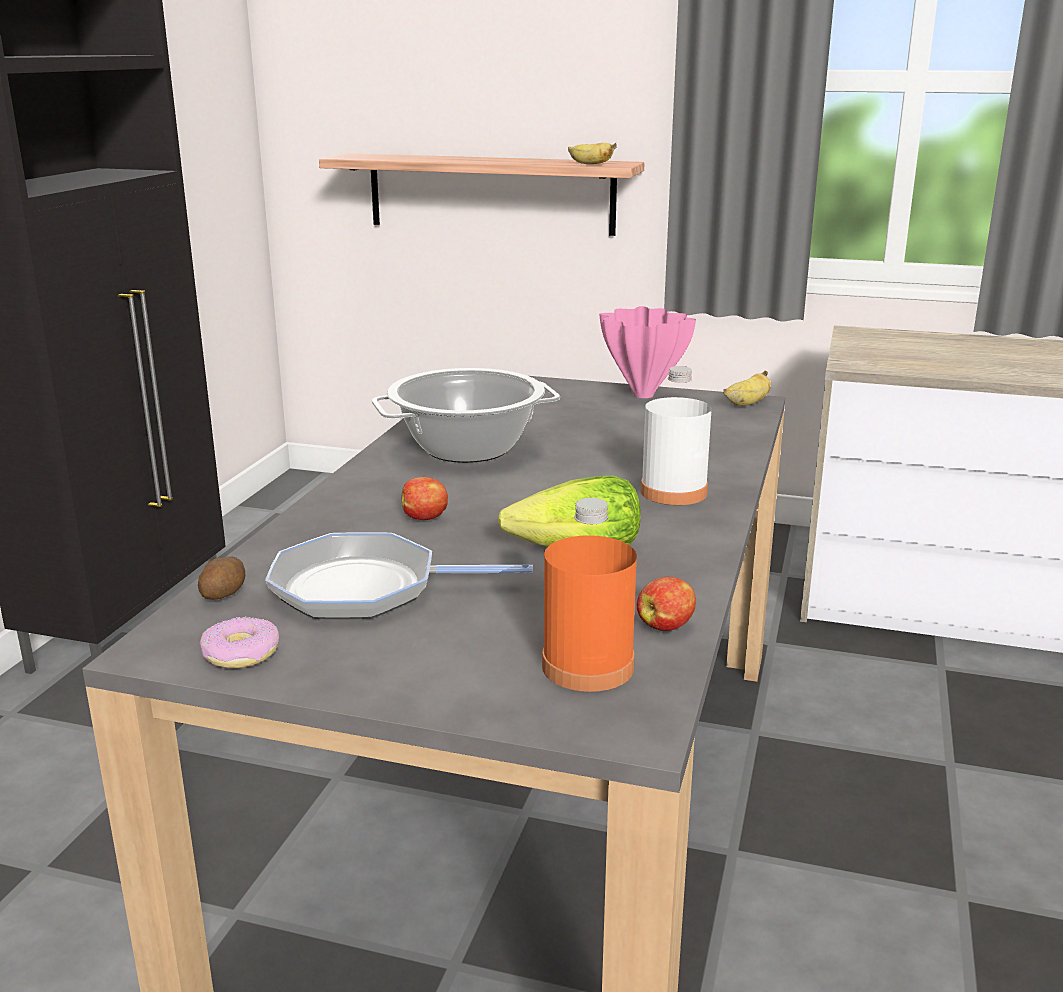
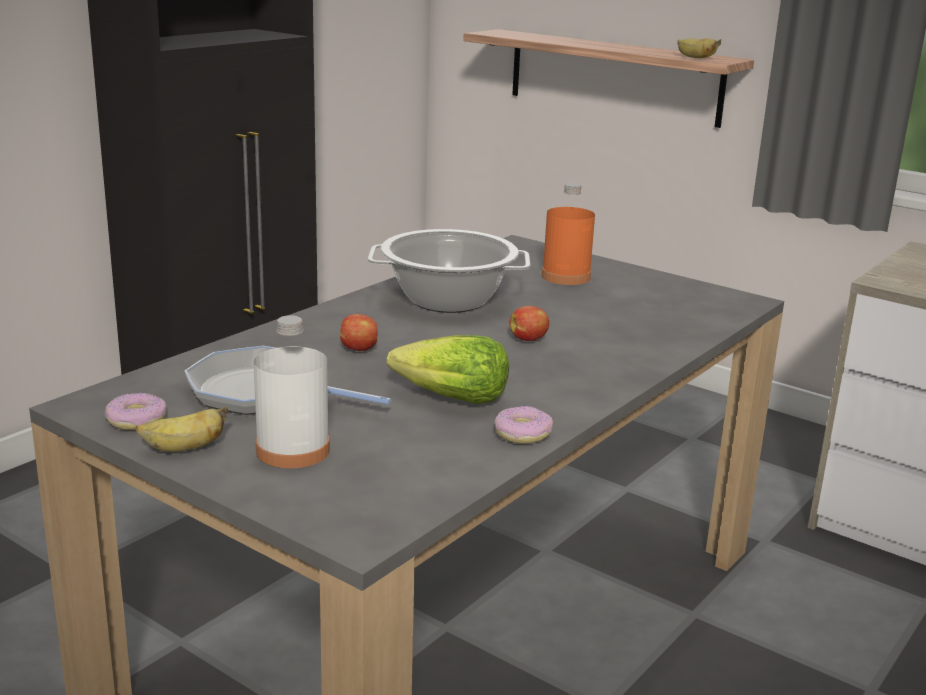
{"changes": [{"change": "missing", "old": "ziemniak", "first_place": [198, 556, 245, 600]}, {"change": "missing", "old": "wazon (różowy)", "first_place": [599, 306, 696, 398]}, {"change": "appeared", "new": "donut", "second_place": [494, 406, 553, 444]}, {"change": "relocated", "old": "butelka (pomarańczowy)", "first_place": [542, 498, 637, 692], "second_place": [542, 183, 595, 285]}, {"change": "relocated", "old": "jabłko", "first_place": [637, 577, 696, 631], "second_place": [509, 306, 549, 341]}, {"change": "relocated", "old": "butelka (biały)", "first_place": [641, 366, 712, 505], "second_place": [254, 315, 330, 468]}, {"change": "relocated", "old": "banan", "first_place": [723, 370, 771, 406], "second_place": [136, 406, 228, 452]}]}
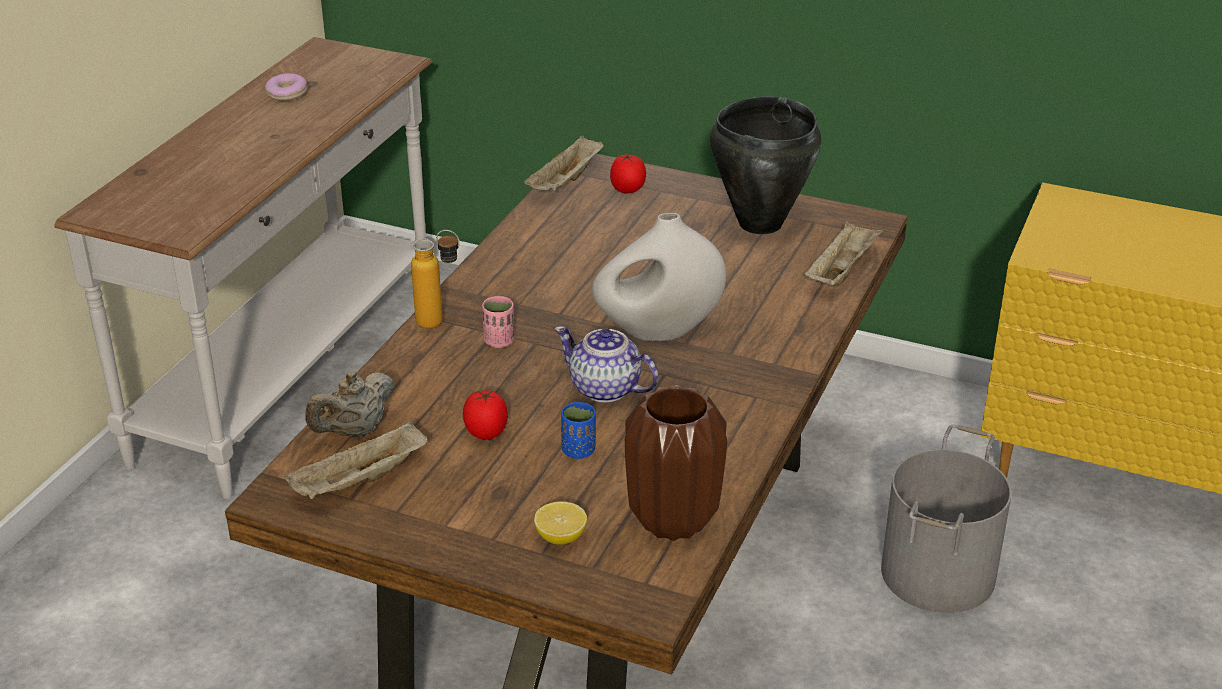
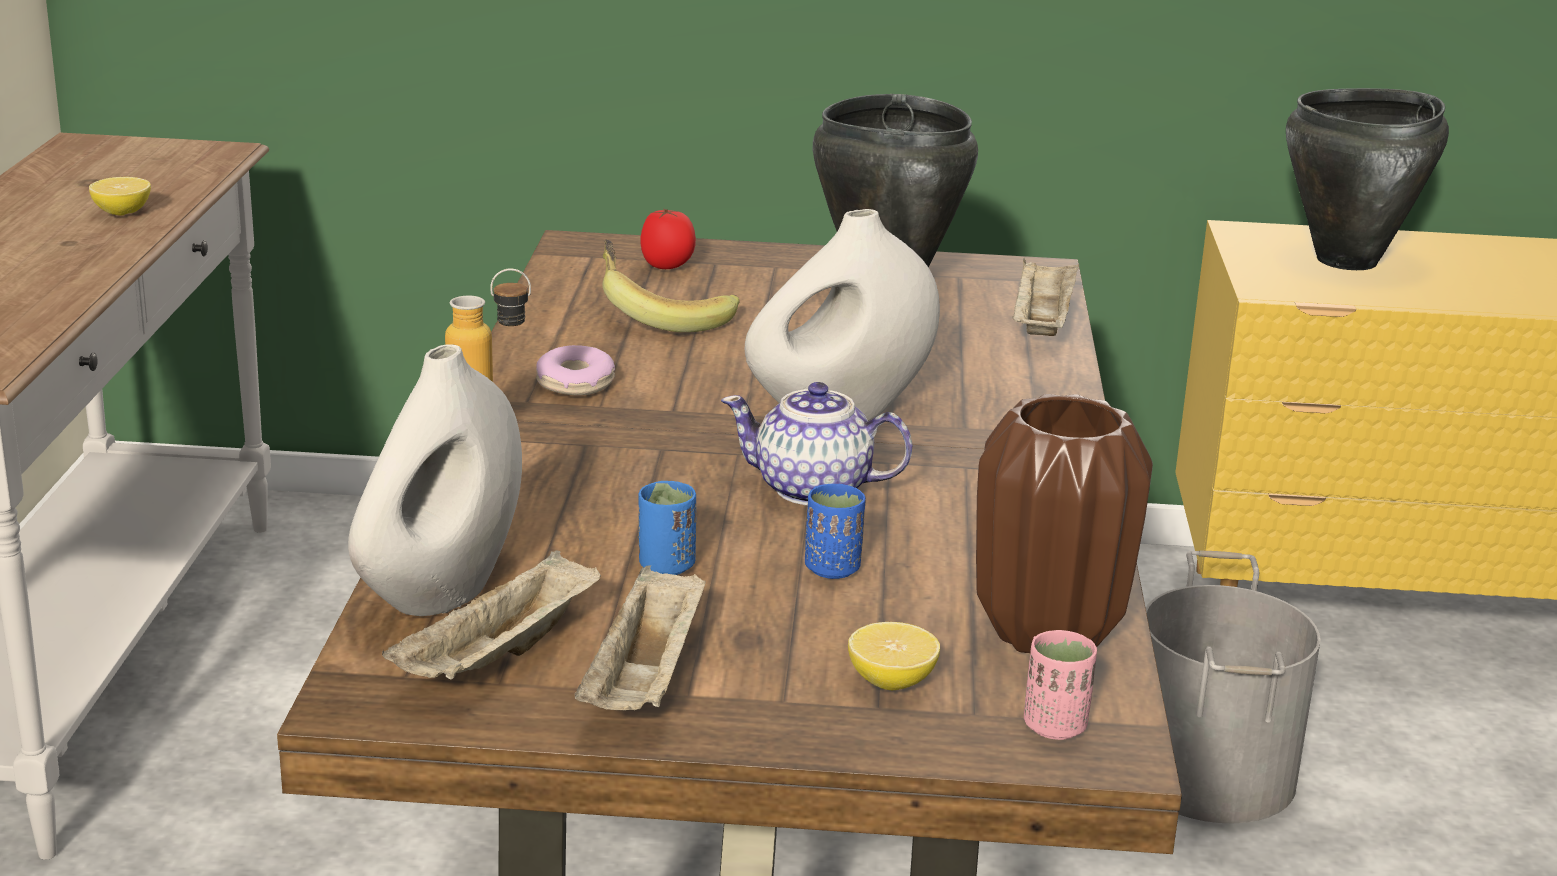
{"changes": [{"change": "appeared", "new": "cytryna", "second_place": [89, 177, 151, 216]}, {"change": "appeared", "new": "banan", "second_place": [602, 240, 740, 332]}, {"change": "appeared", "new": "garnek (czarny)", "second_place": [1286, 88, 1449, 270]}, {"change": "relocated", "old": "donut", "first_place": [265, 73, 307, 101], "second_place": [536, 345, 615, 396]}, {"change": "relocated", "old": "filiżanka (różowy)", "first_place": [482, 296, 514, 348], "second_place": [1024, 630, 1097, 740]}, {"change": "relocated", "old": "taca (beżowy)", "first_place": [524, 136, 604, 190], "second_place": [575, 566, 706, 710]}, {"change": "exchanged", "old": "imbryk (beżowy)", "new": "wazon (biały)", "first_place": [305, 372, 394, 437], "second_place": [348, 344, 522, 616]}, {"change": "exchanged", "old": "pomidor", "new": "filiżanka (niebieski)", "first_place": [463, 390, 508, 440], "second_place": [638, 481, 696, 575]}]}
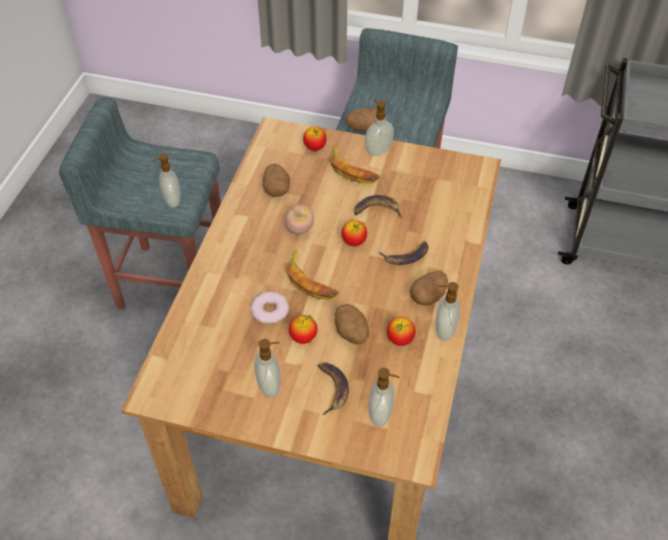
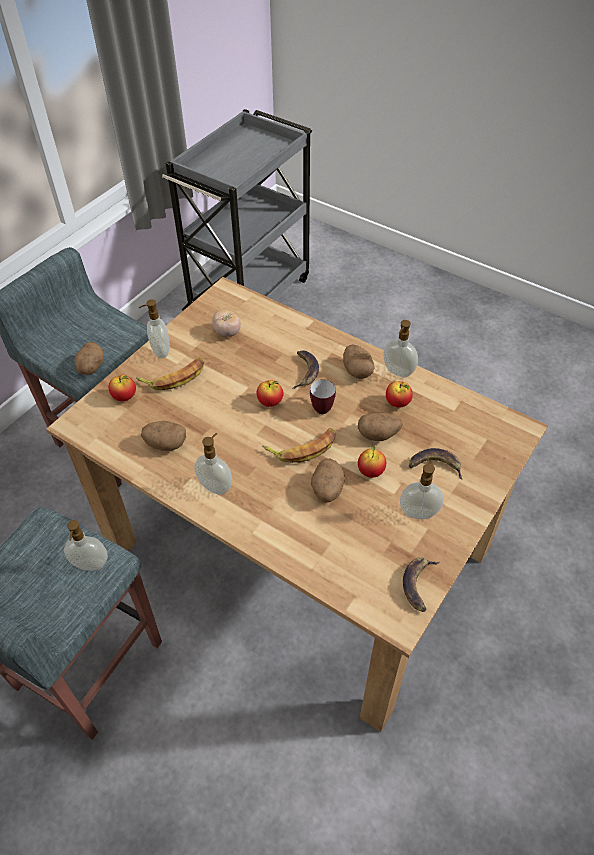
{"changes": [{"change": "appeared", "new": "kubek", "second_place": [310, 379, 336, 414]}, {"change": "relocated", "old": "pomidor", "first_place": [285, 205, 314, 234], "second_place": [212, 310, 241, 337]}, {"change": "relocated", "old": "banan", "first_place": [354, 195, 402, 218], "second_place": [403, 557, 440, 612]}, {"change": "relocated", "old": "dozownik mydła", "first_place": [369, 368, 400, 427], "second_place": [194, 433, 232, 495]}, {"change": "exchanged", "old": "donut", "new": "ziemniak", "first_place": [250, 291, 289, 324], "second_place": [311, 459, 345, 502]}]}
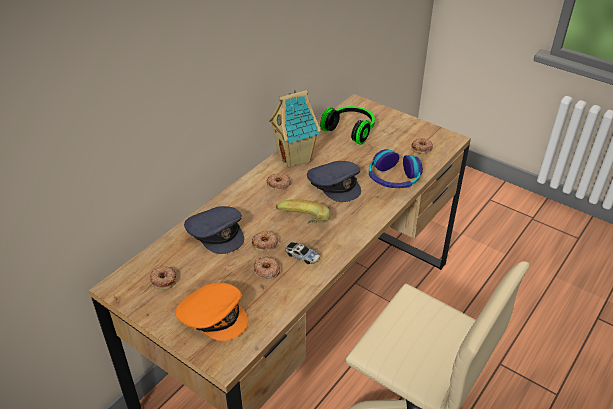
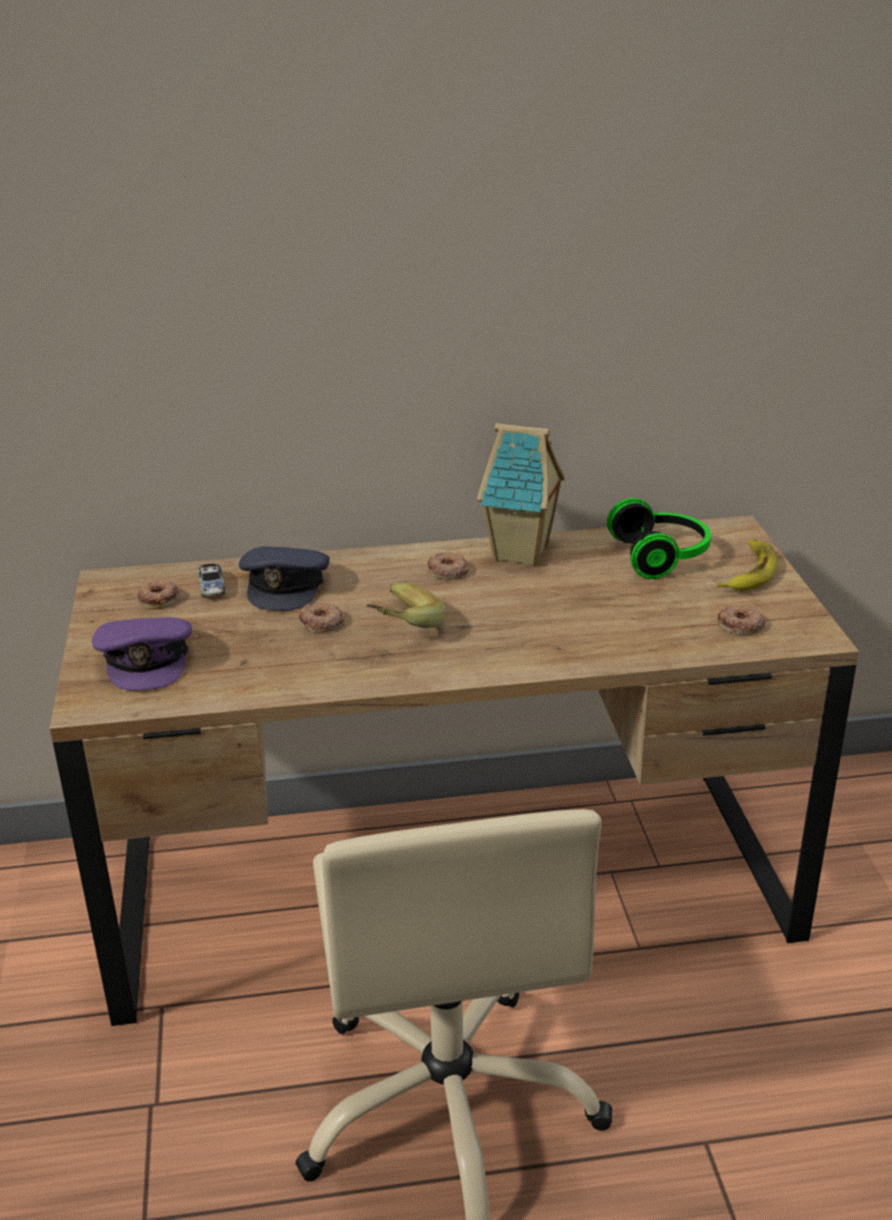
{"changes": [{"change": "missing", "old": "donut", "first_place": [253, 256, 280, 279]}, {"change": "missing", "old": "czapka z daszkiem (szary)", "first_place": [307, 161, 361, 202]}, {"change": "missing", "old": "słuchawki", "first_place": [369, 149, 423, 188]}, {"change": "appeared", "new": "banan", "second_place": [718, 540, 777, 591]}, {"change": "relocated", "old": "samochodzik", "first_place": [285, 242, 320, 264], "second_place": [197, 564, 225, 597]}, {"change": "colour", "old": "czapka z daszkiem (pomarańczowy)", "new": "czapka z daszkiem (fioletowy)", "first_place": [176, 282, 248, 341], "second_place": [92, 617, 192, 690]}]}
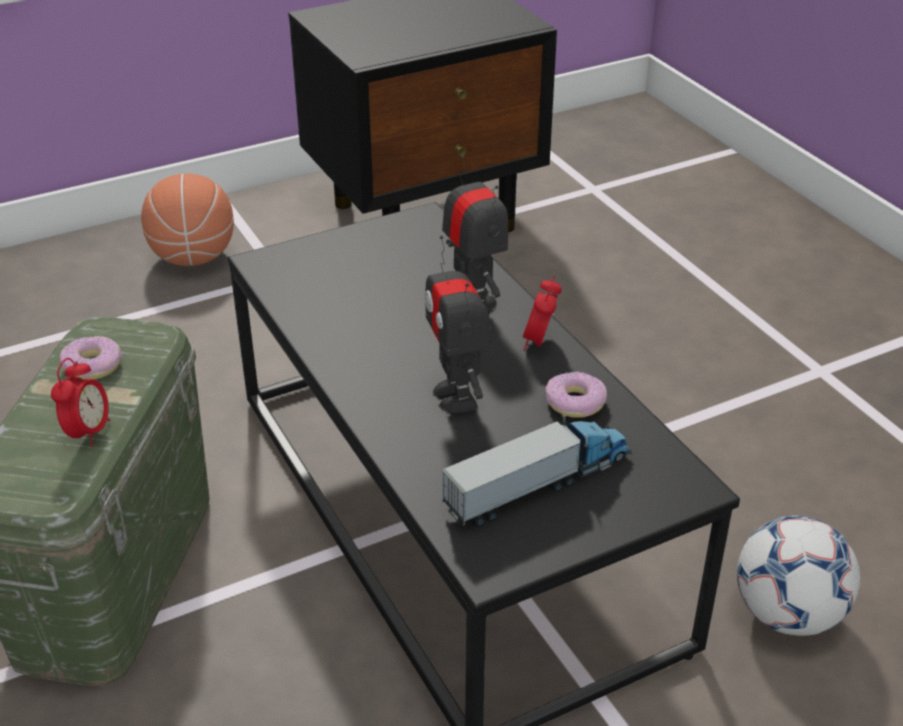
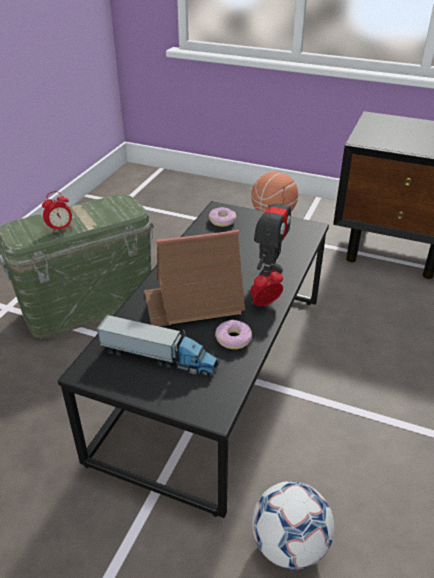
{"changes": [{"change": "relocated", "old": "donut", "first_place": [59, 336, 122, 380], "second_place": [209, 207, 236, 227]}, {"change": "exchanged", "old": "robot zabawkowy", "new": "domek", "first_place": [425, 236, 492, 413], "second_place": [144, 230, 245, 327]}]}
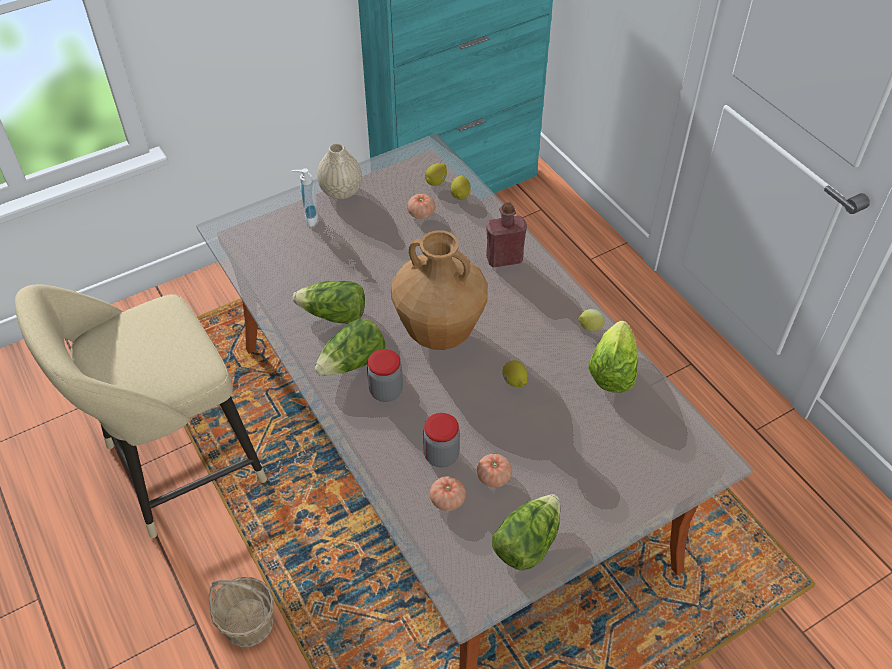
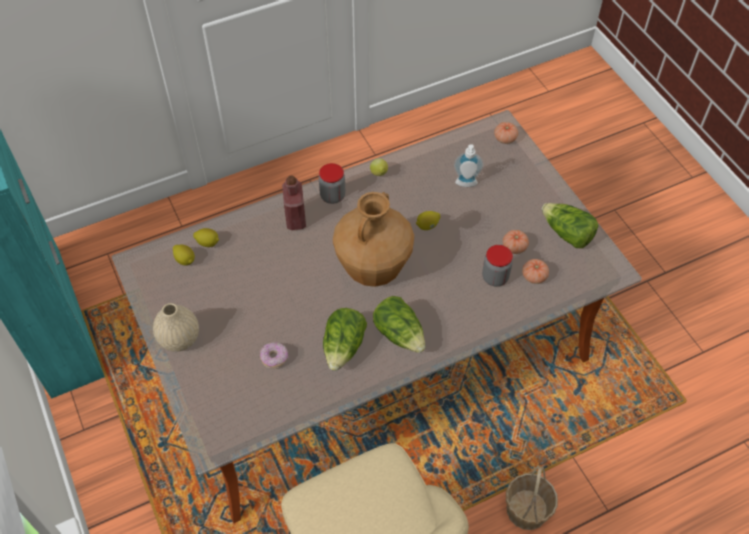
{"changes": [{"change": "missing", "old": "sałata", "first_place": [588, 321, 638, 393]}, {"change": "appeared", "new": "donut", "second_place": [260, 342, 288, 369]}, {"change": "relocated", "old": "dozownik mydła", "first_place": [291, 168, 318, 227], "second_place": [454, 144, 484, 187]}, {"change": "relocated", "old": "słoik", "first_place": [367, 349, 403, 402], "second_place": [319, 163, 345, 204]}, {"change": "relocated", "old": "pomidor", "first_place": [407, 194, 435, 219], "second_place": [494, 122, 518, 144]}]}
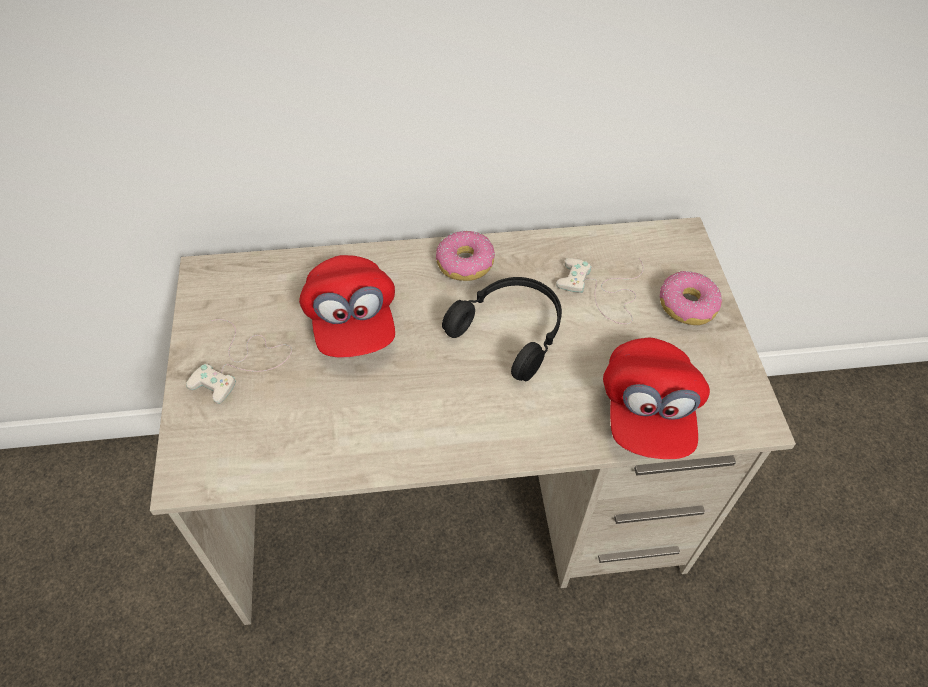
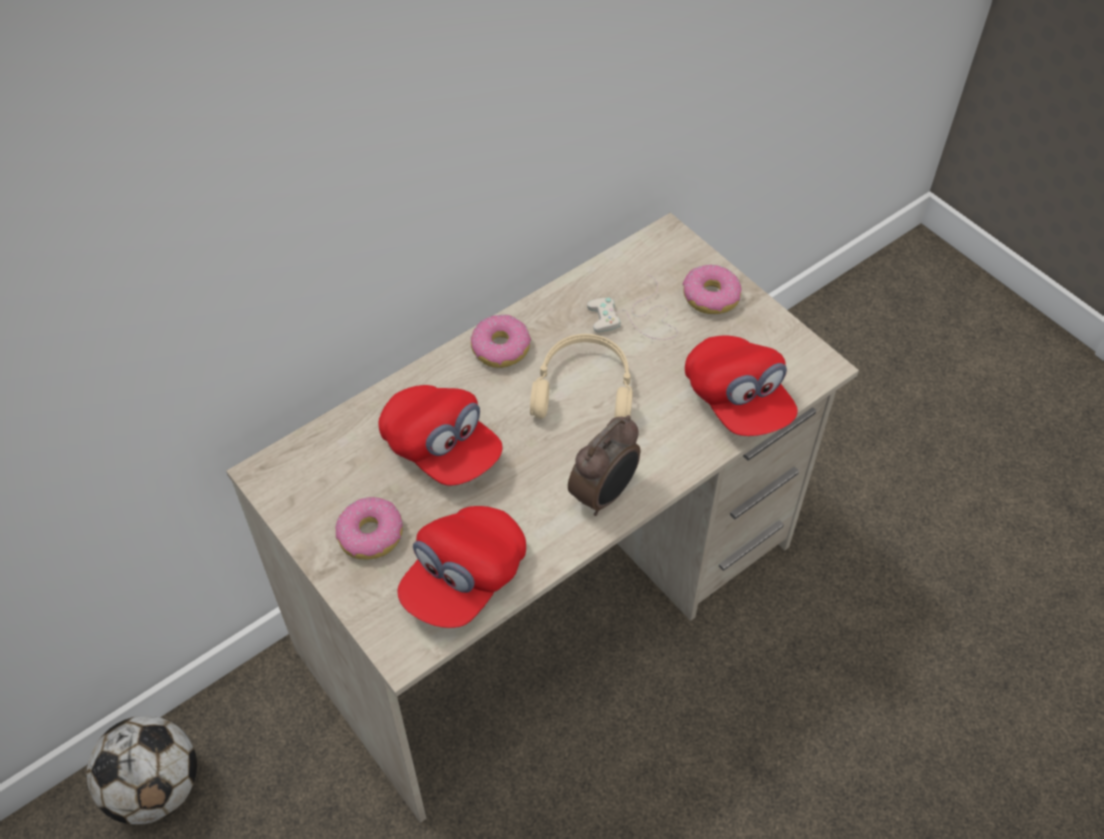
{"changes": [{"change": "appeared", "new": "piłka futbolowa", "second_place": [86, 716, 197, 825]}, {"change": "appeared", "new": "czapka z daszkiem (czerwony)", "second_place": [398, 506, 526, 628]}, {"change": "appeared", "new": "budzik", "second_place": [568, 415, 640, 516]}, {"change": "exchanged", "old": "pad do gier (biały)", "new": "donut", "first_place": [186, 319, 292, 404], "second_place": [336, 497, 403, 560]}, {"change": "colour", "old": "słuchawki (czarny)", "new": "słuchawki (beżowy)", "first_place": [442, 277, 562, 381], "second_place": [530, 334, 633, 419]}]}
